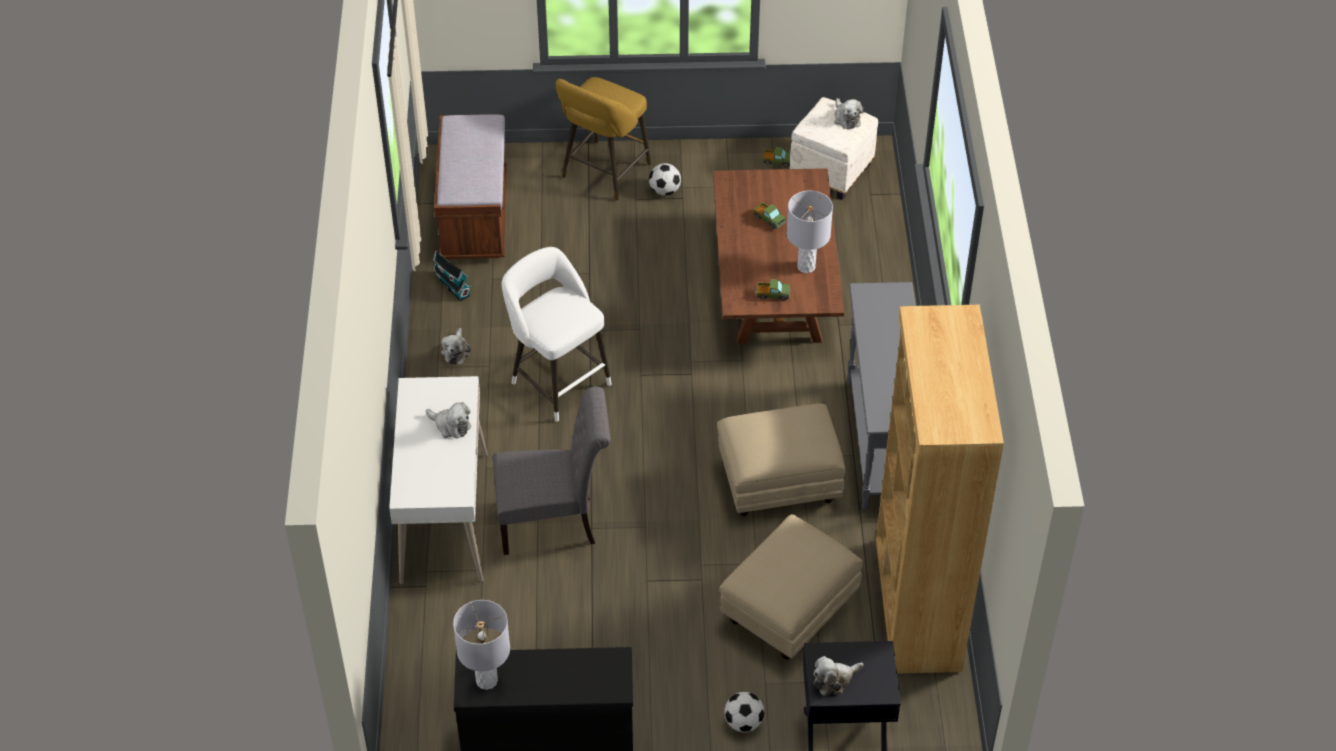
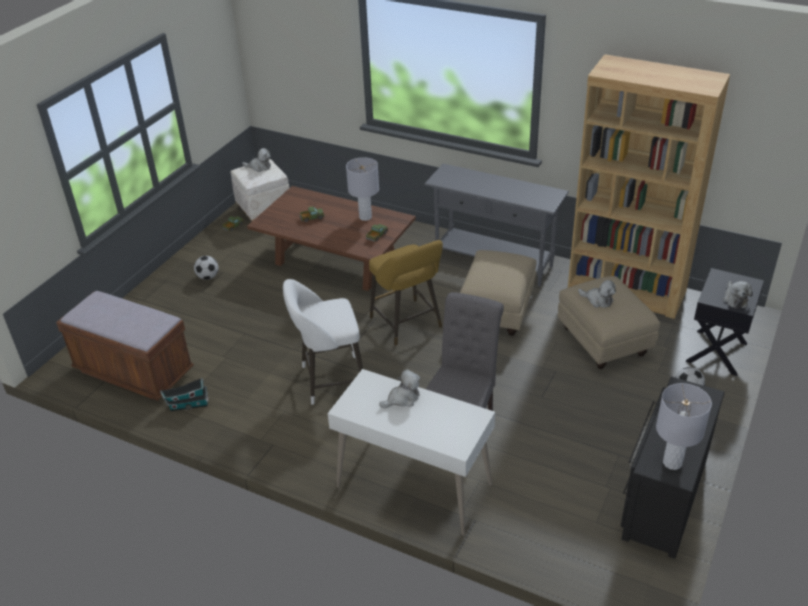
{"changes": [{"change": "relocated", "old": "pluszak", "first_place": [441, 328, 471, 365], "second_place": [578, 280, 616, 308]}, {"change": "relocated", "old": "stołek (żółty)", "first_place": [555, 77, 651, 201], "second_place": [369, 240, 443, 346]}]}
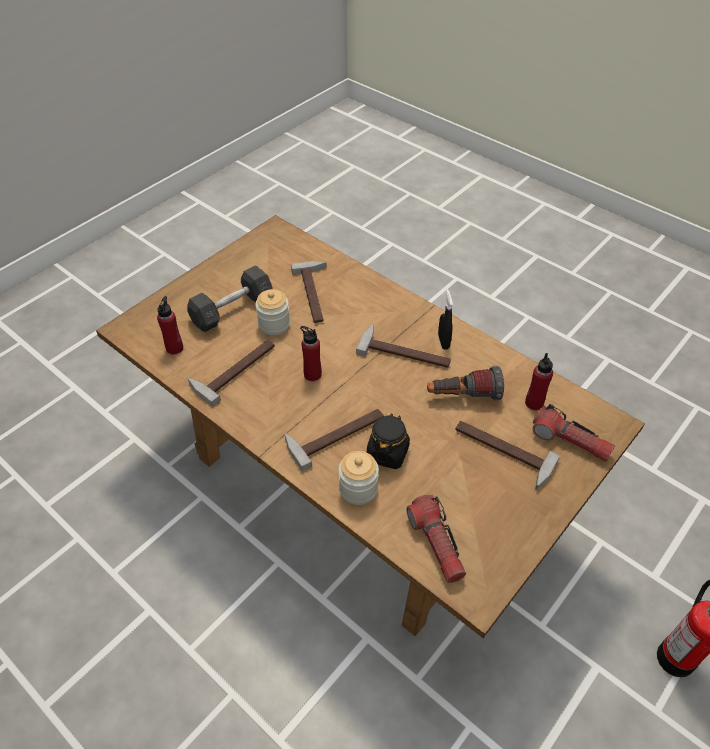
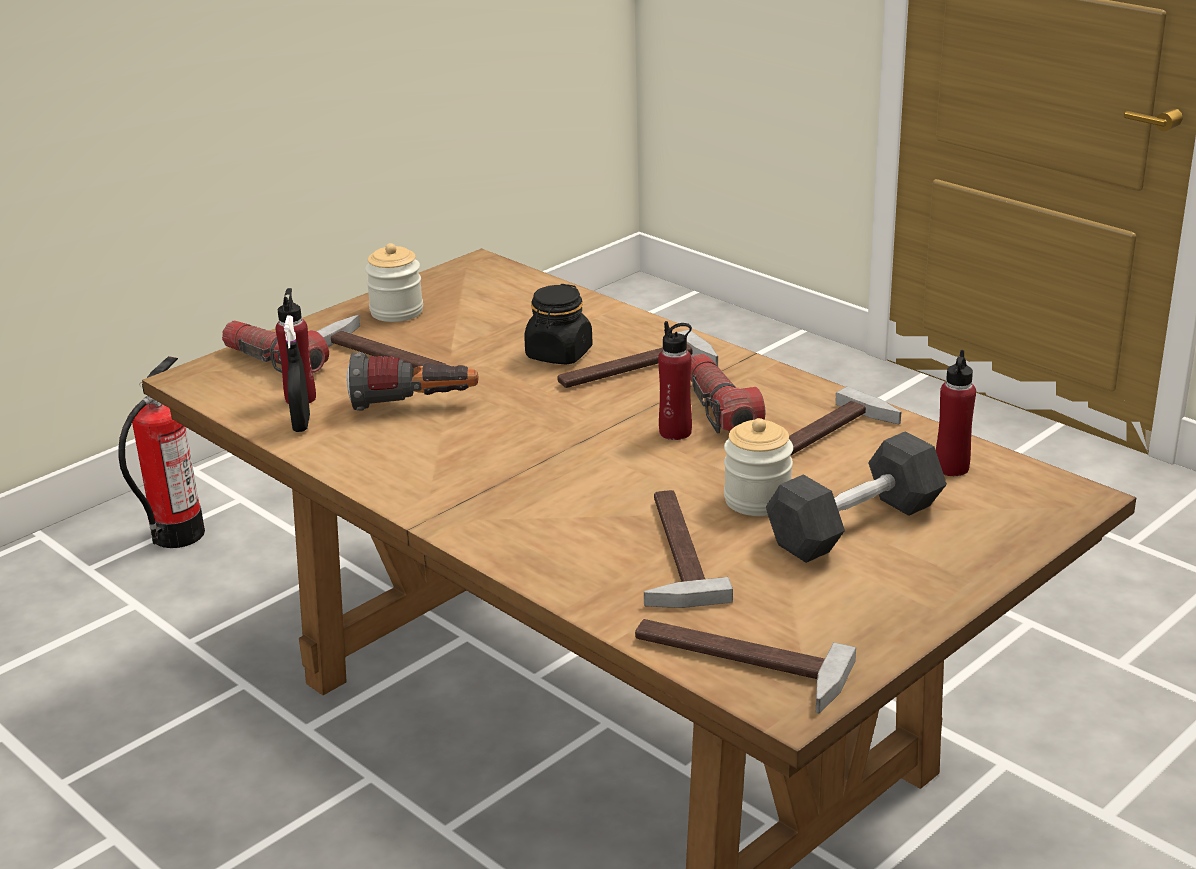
{"changes": [{"change": "relocated", "old": "słoik", "first_place": [338, 451, 379, 505], "second_place": [365, 243, 423, 322]}, {"change": "relocated", "old": "młotek", "first_place": [356, 324, 451, 368], "second_place": [635, 619, 856, 714]}, {"change": "relocated", "old": "latarka", "first_place": [407, 495, 466, 583], "second_place": [690, 354, 765, 434]}, {"change": "relocated", "old": "spryskiwacz (czarny)", "first_place": [438, 289, 453, 350], "second_place": [284, 315, 310, 432]}]}
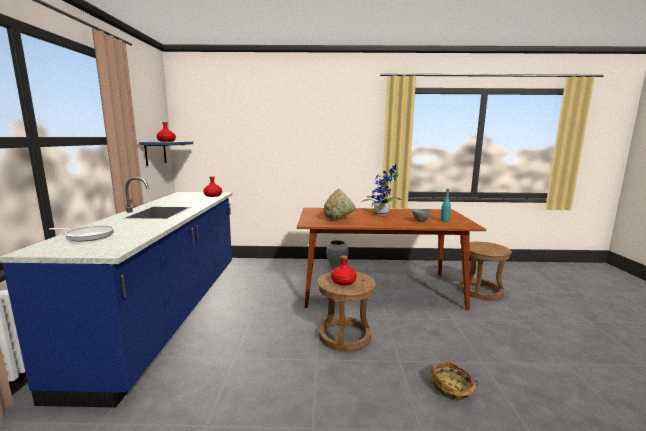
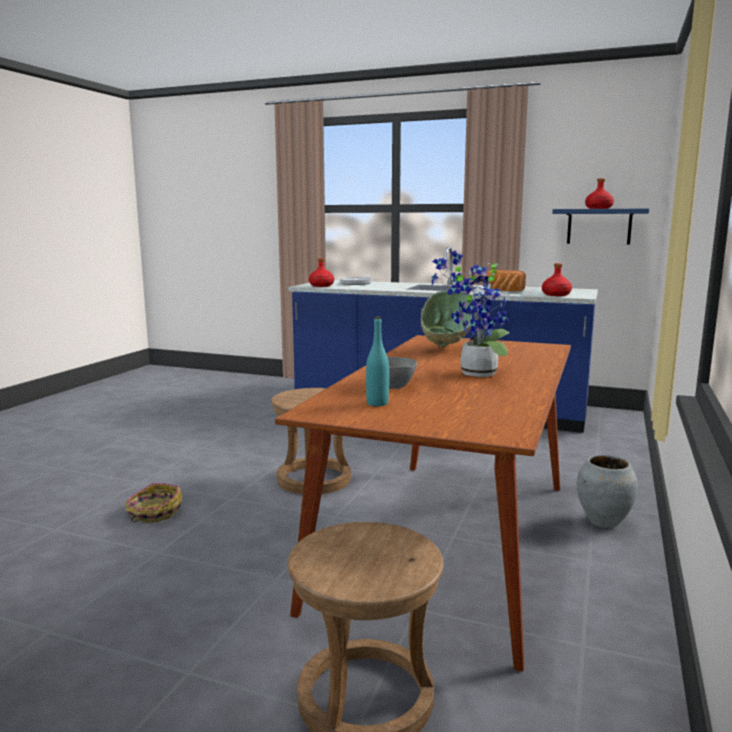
{"changes": [{"change": "appeared", "new": "chleb", "second_place": [485, 270, 526, 291]}, {"change": "relocated", "old": "butelka (czerwony)", "first_place": [331, 255, 357, 286], "second_place": [309, 258, 334, 287]}]}
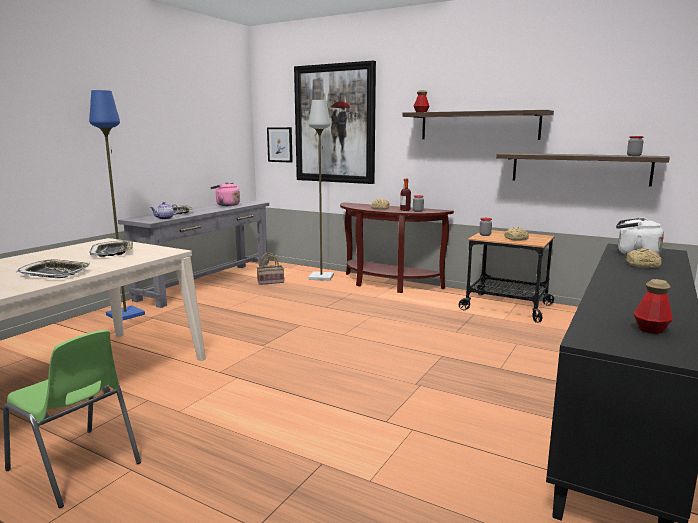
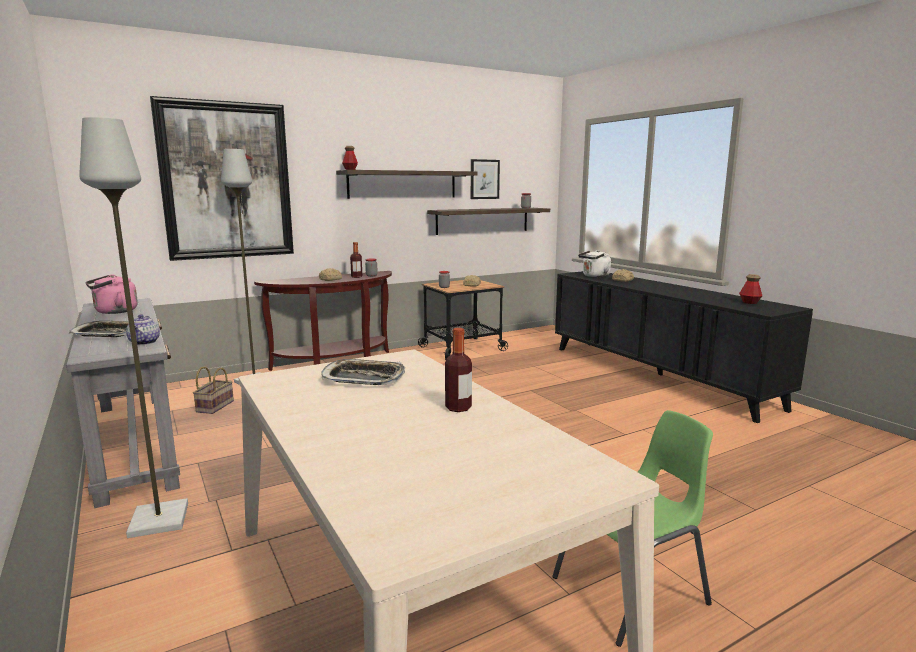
{"changes": [{"change": "relocated", "old": "obraz", "first_place": [267, 127, 293, 163], "second_place": [471, 159, 500, 199]}, {"change": "exchanged", "old": "taca", "new": "butelka", "first_place": [17, 260, 90, 278], "second_place": [445, 328, 472, 412]}, {"change": "colour", "old": "lampa stojąca (niebieski)", "new": "lampa stojąca (szary)", "first_place": [89, 90, 145, 320], "second_place": [80, 117, 188, 538]}]}
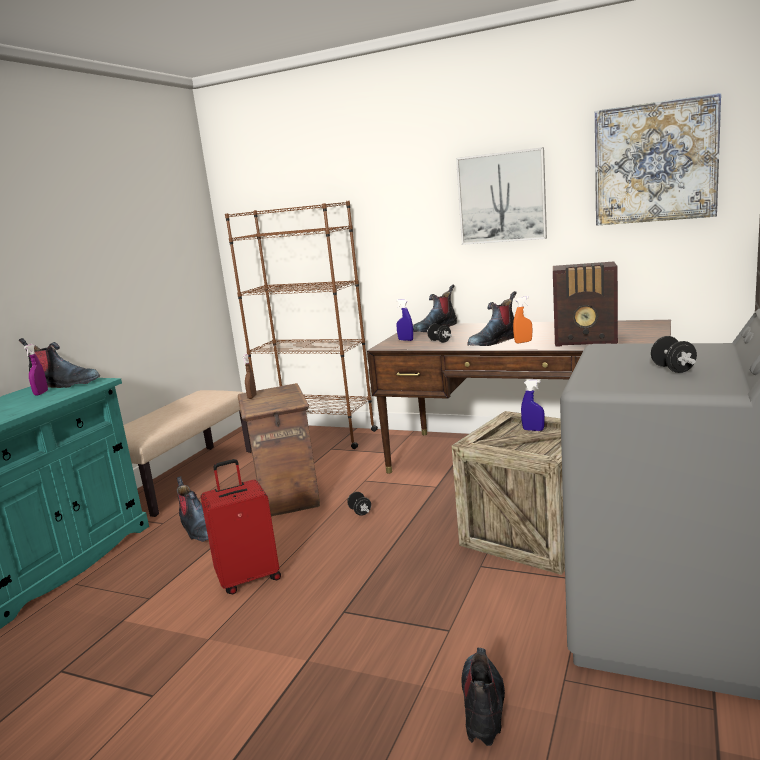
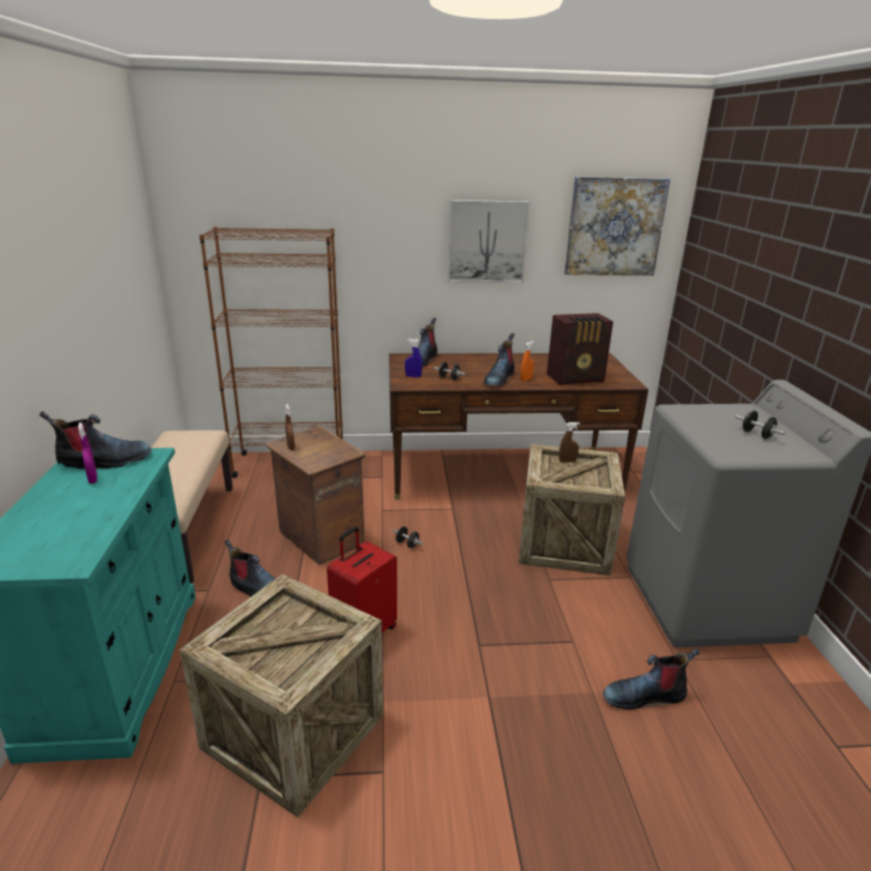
{"changes": [{"change": "appeared", "new": "skrzynka", "second_place": [180, 574, 383, 818]}, {"change": "colour", "old": "spryskiwacz (niebieski)", "new": "spryskiwacz (brązowy)", "first_place": [521, 380, 545, 431], "second_place": [559, 422, 580, 462]}, {"change": "spun", "old": "but z cholewką", "first_place": [462, 648, 505, 746], "second_place": [603, 649, 700, 710], "degrees": -75}]}
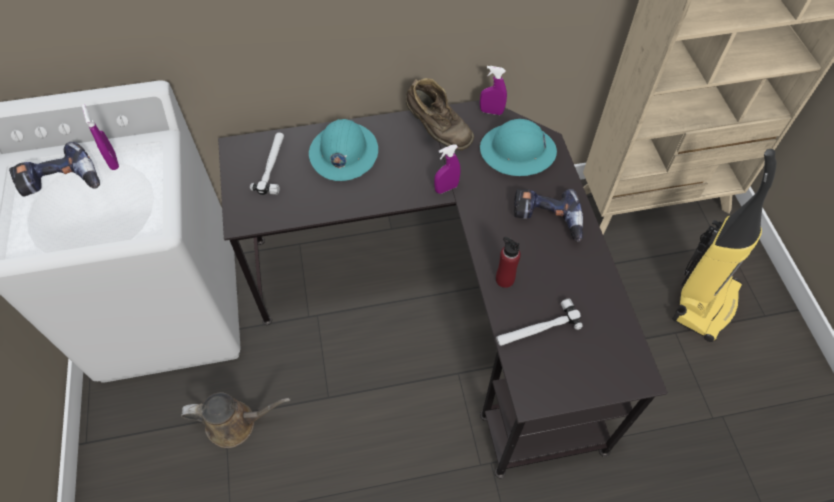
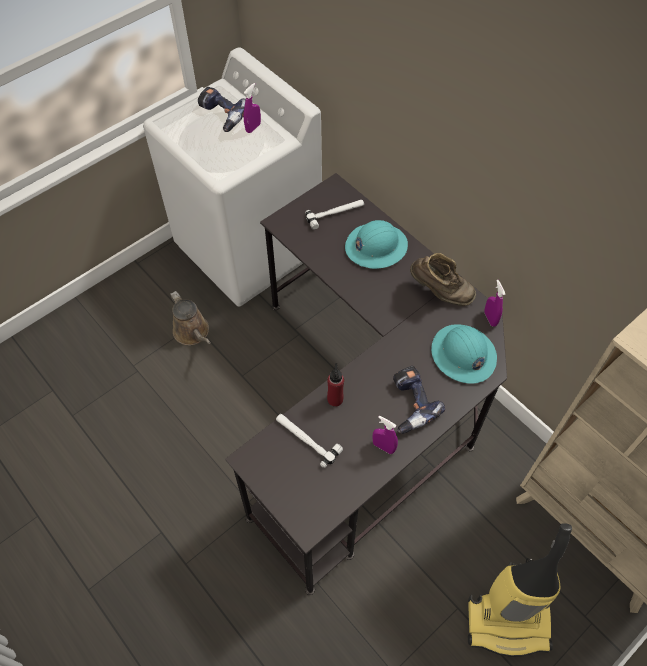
{"changes": [{"change": "relocated", "old": "spryskiwacz (fioletowy)", "first_place": [434, 144, 460, 194], "second_place": [373, 415, 398, 454]}, {"change": "spun", "old": "but z cholewką (brązowy)", "first_place": [406, 78, 474, 150], "second_place": [410, 253, 476, 306], "degrees": -75}]}
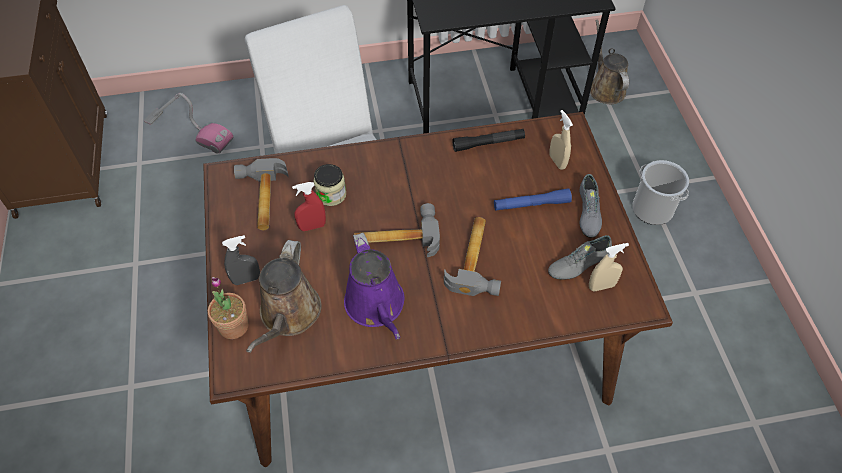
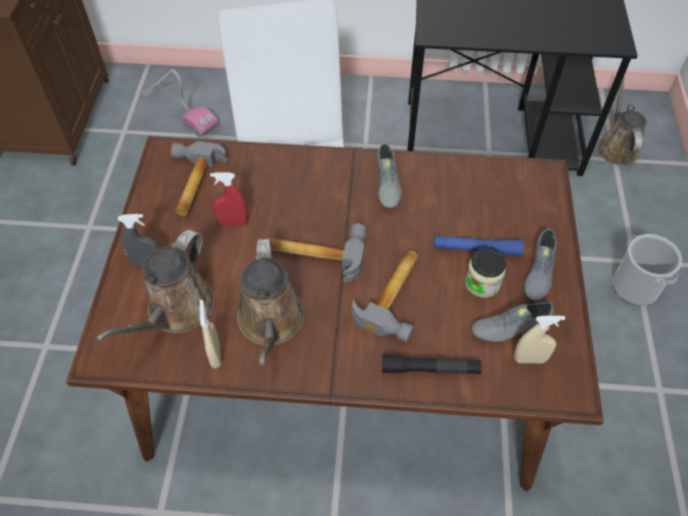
{"changes": [{"change": "missing", "old": "roślina doniczkowa", "first_place": [208, 277, 249, 339]}, {"change": "appeared", "new": "but (szary)", "second_place": [377, 143, 402, 209]}, {"change": "relocated", "old": "słoik", "first_place": [314, 164, 346, 206], "second_place": [465, 249, 506, 298]}, {"change": "relocated", "old": "latarka (czarny)", "first_place": [452, 129, 525, 152], "second_place": [382, 354, 482, 374]}, {"change": "relocated", "old": "spryskiwacz (beżowy)", "first_place": [549, 110, 573, 170], "second_place": [199, 300, 221, 368]}, {"change": "colour", "old": "konewka (fioletowy)", "new": "konewka (brązowy)", "first_place": [344, 233, 404, 340], "second_place": [237, 239, 305, 365]}]}
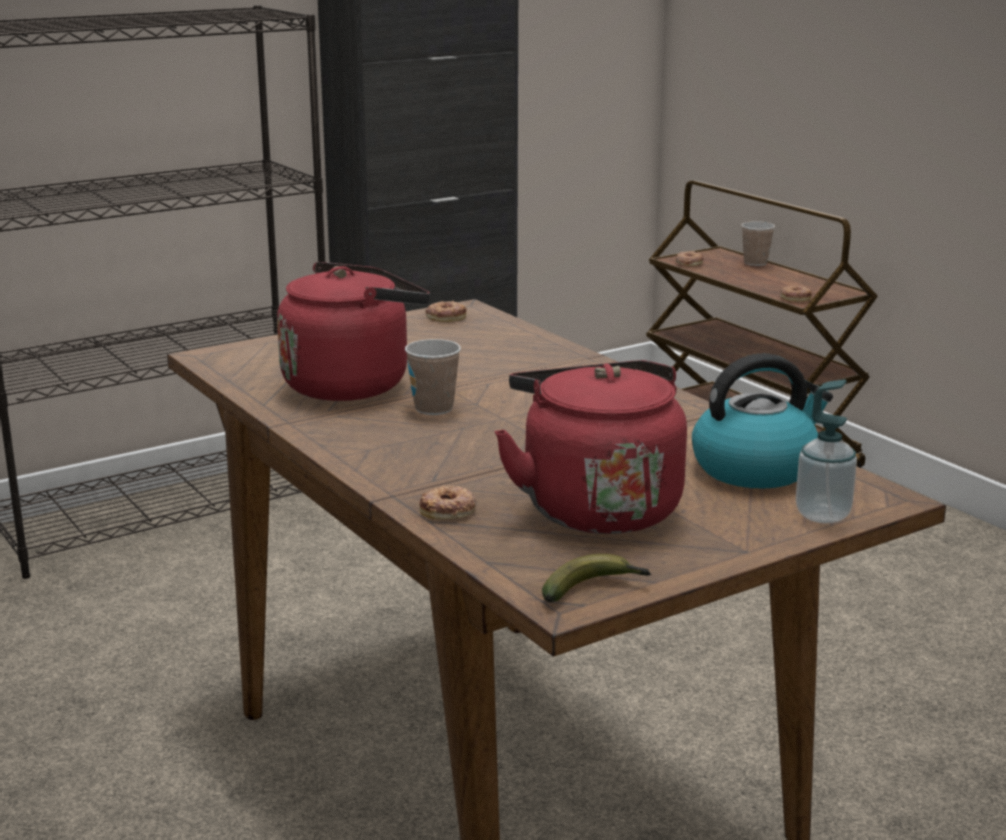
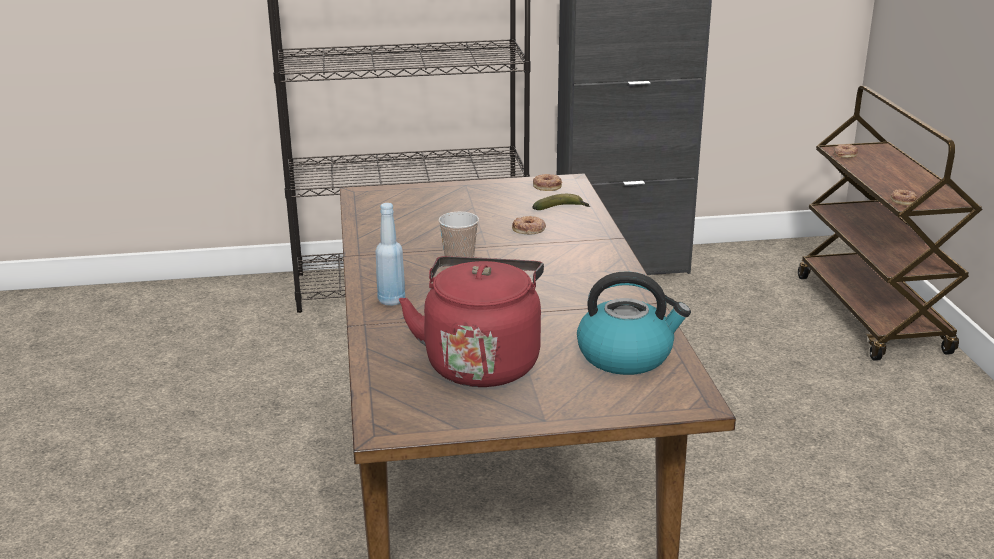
{"changes": [{"change": "missing", "old": "czajnik (czerwony)", "first_place": [277, 262, 430, 401]}, {"change": "missing", "old": "filiżanka", "first_place": [741, 221, 775, 266]}, {"change": "missing", "old": "dozownik mydła", "first_place": [796, 380, 857, 524]}, {"change": "appeared", "new": "butelka (niebieski)", "second_place": [375, 203, 405, 306]}, {"change": "relocated", "old": "donut", "first_place": [420, 486, 477, 520], "second_place": [512, 216, 546, 234]}, {"change": "relocated", "old": "banan", "first_place": [542, 554, 652, 602], "second_place": [532, 194, 590, 210]}]}
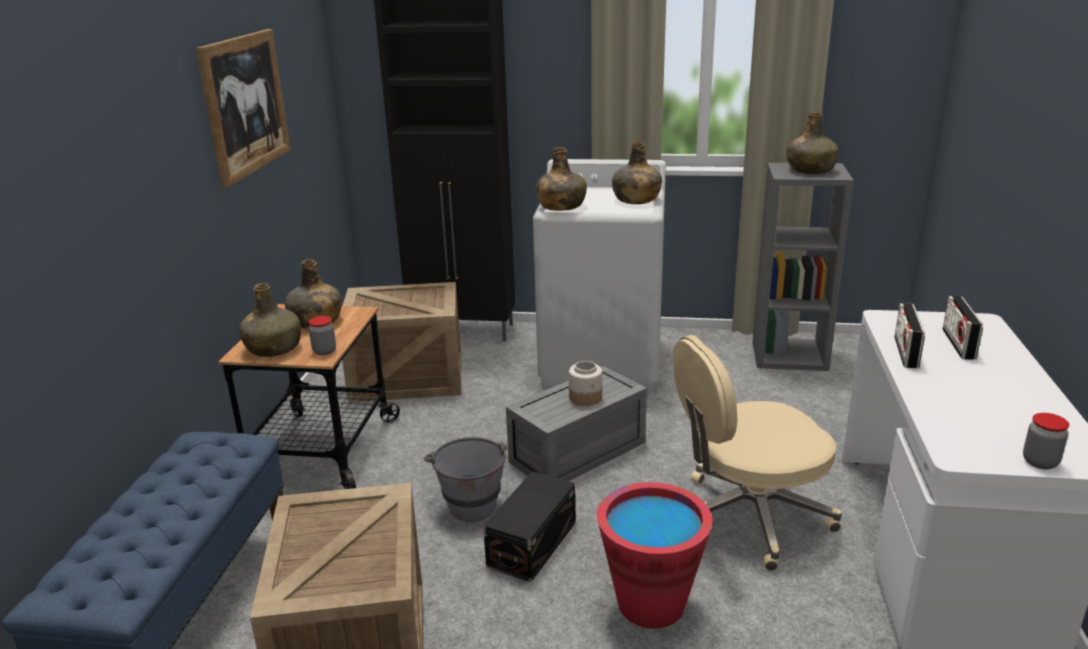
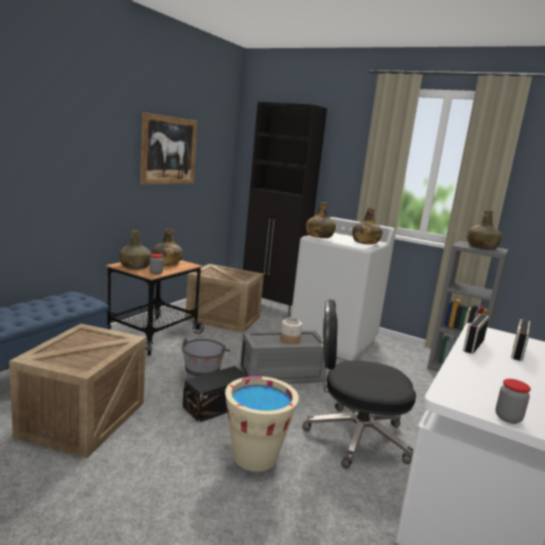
{"changes": [{"change": "colour", "old": "wiadro (czerwony)", "new": "wiadro (beżowy)", "first_place": [597, 482, 713, 629], "second_place": [225, 376, 299, 472]}, {"change": "colour", "old": "krzesło biurowe (beżowy)", "new": "krzesło biurowe (czarny)", "first_place": [673, 335, 842, 571], "second_place": [302, 300, 416, 469]}]}
